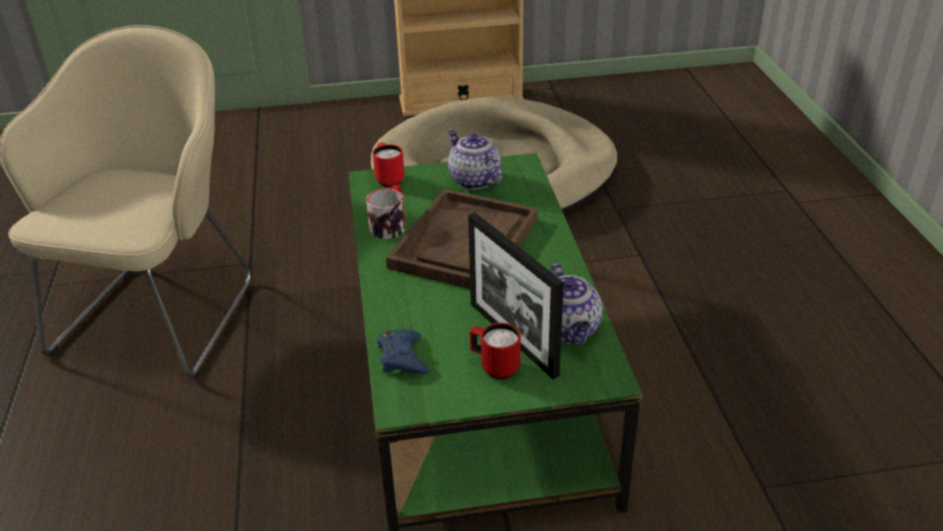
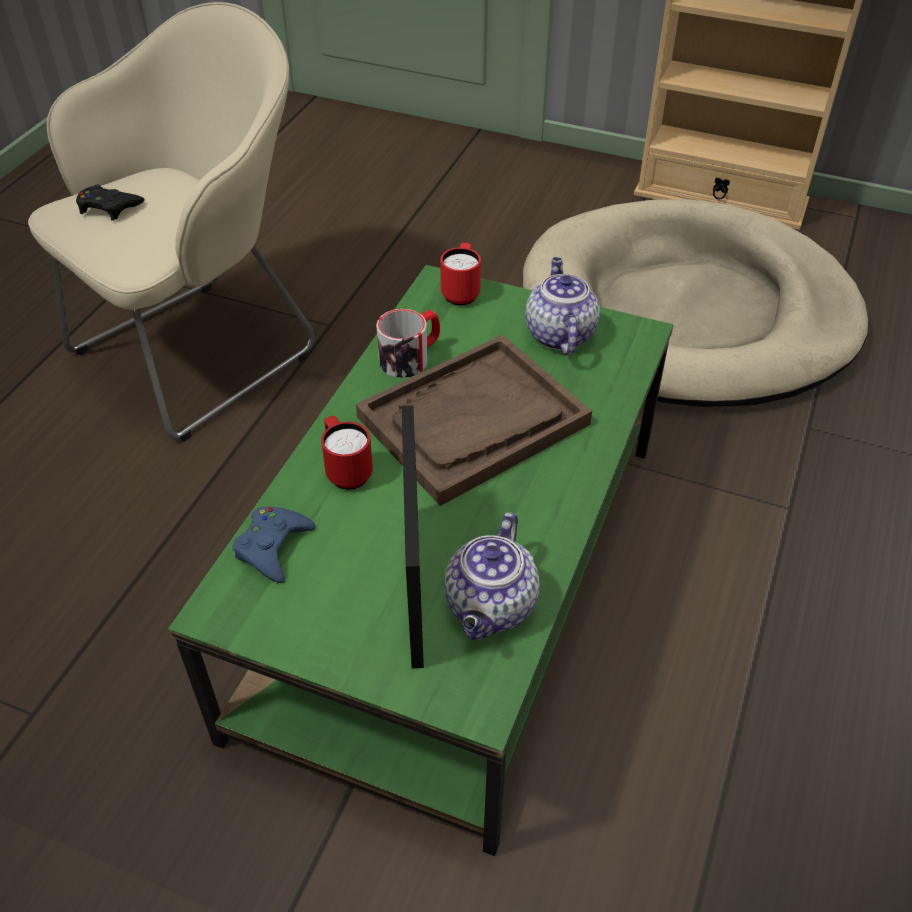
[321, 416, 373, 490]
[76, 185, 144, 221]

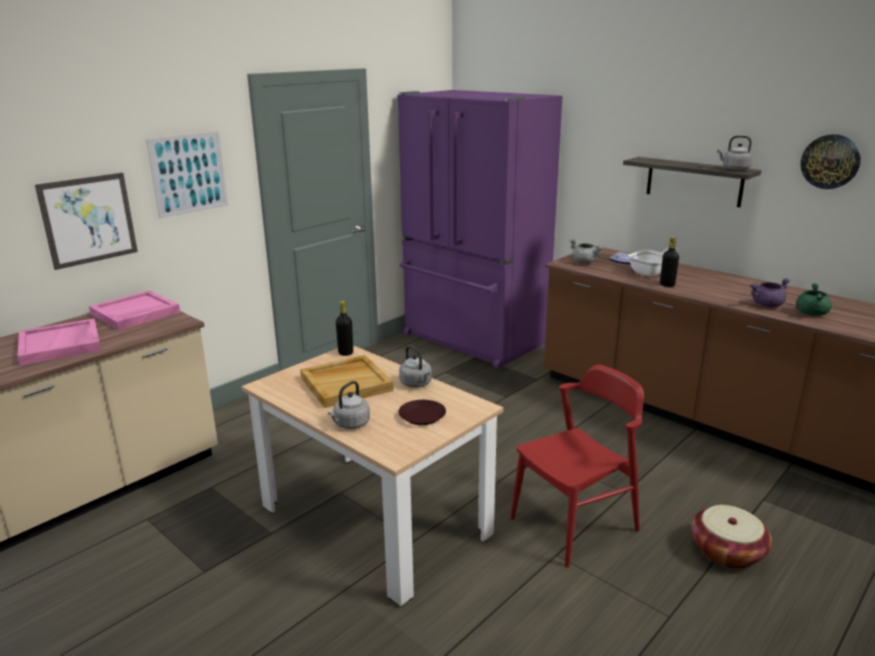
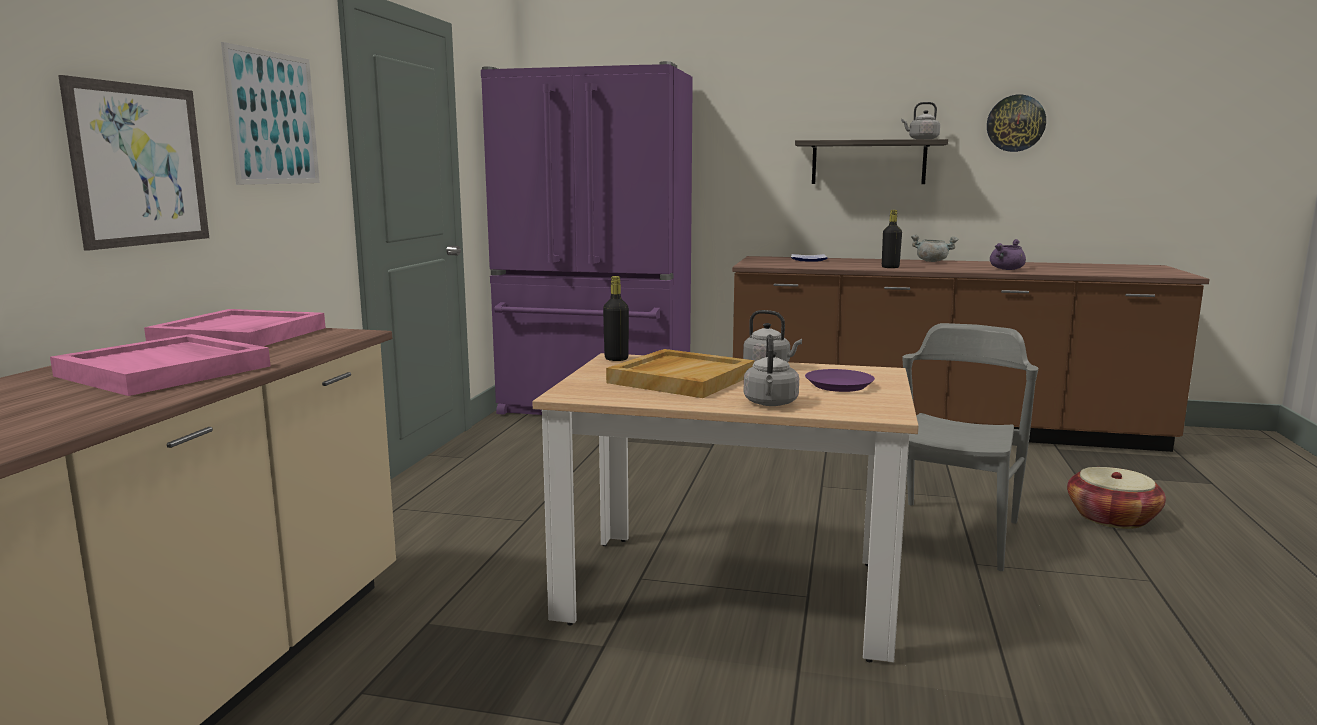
[911, 235, 958, 262]
[628, 248, 677, 277] (first image)
[796, 283, 832, 316] (first image)
[903, 323, 1038, 571]
[805, 369, 875, 392]

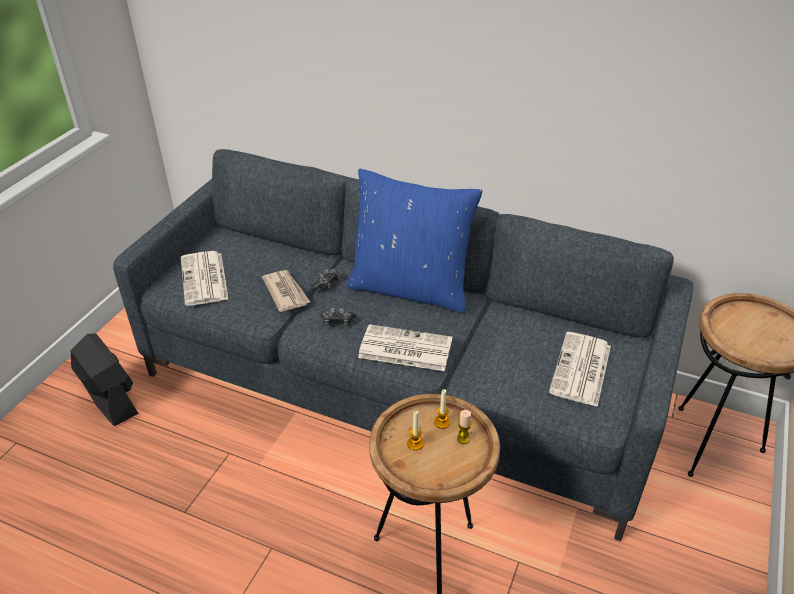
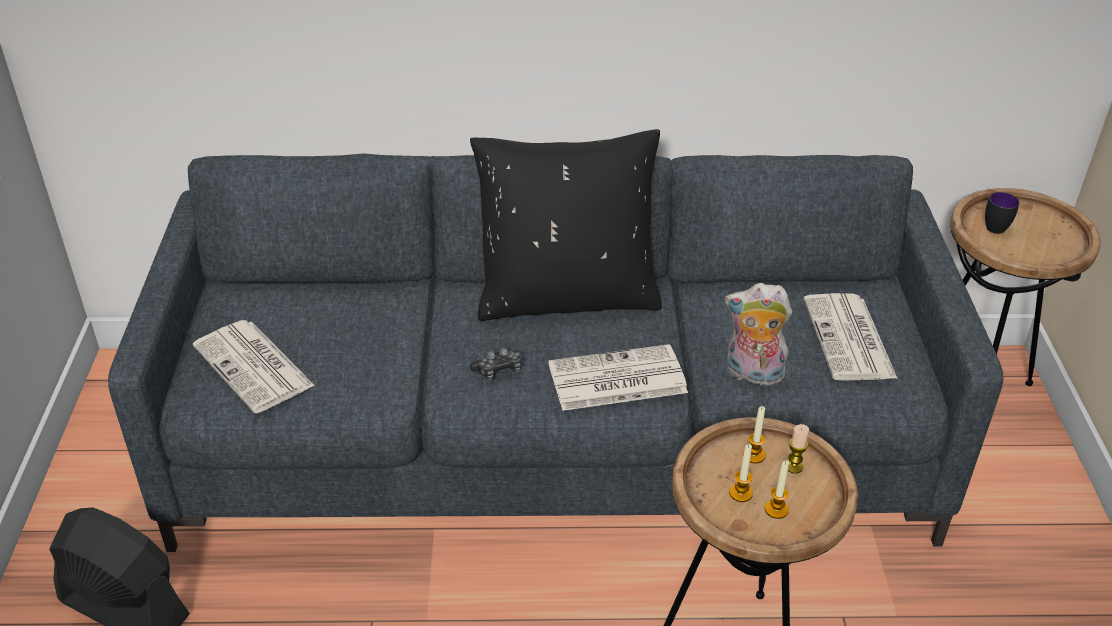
[470, 129, 662, 321]
[310, 268, 340, 291] (first image)
[262, 270, 310, 312] (first image)
[985, 192, 1019, 234]
[725, 283, 792, 389]
[765, 461, 789, 519]

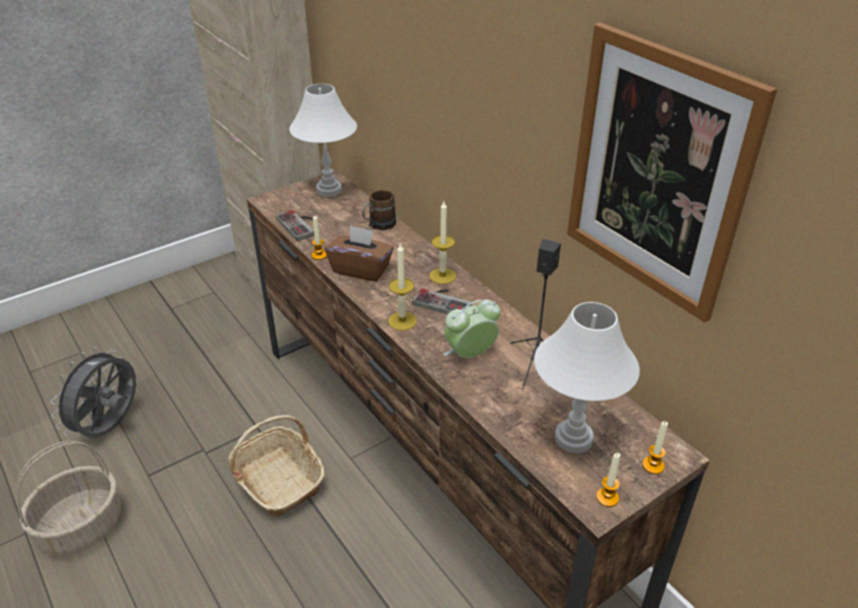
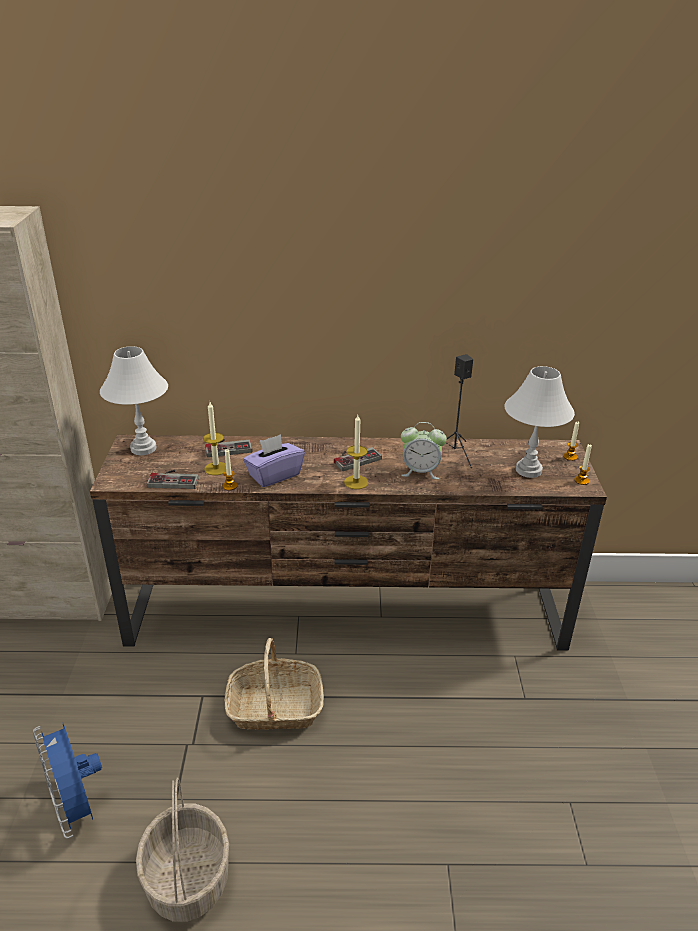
[567, 22, 777, 323] (first image)
[205, 439, 252, 457]
[203, 402, 226, 475]
[243, 434, 305, 487]
[401, 422, 447, 479]
[33, 723, 102, 838]

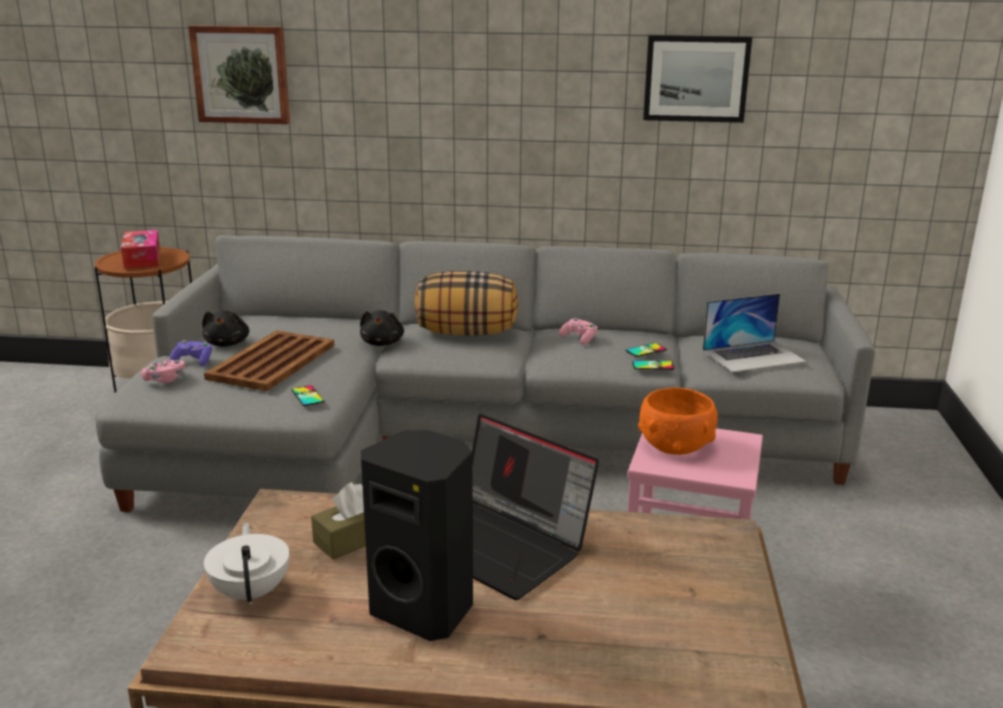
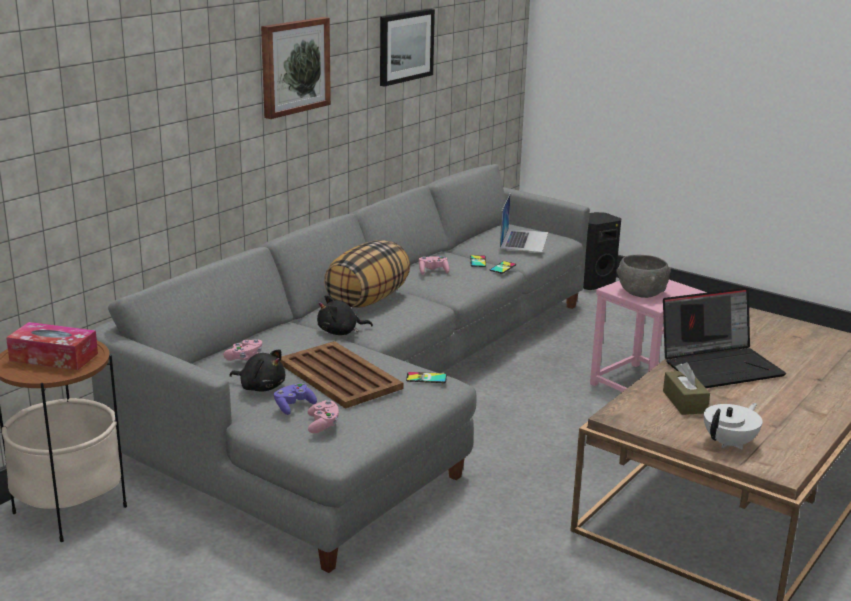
[261, 17, 331, 119]
[317, 295, 373, 335]
[617, 255, 671, 298]
[583, 212, 621, 290]
[704, 403, 763, 449]
[223, 339, 262, 361]

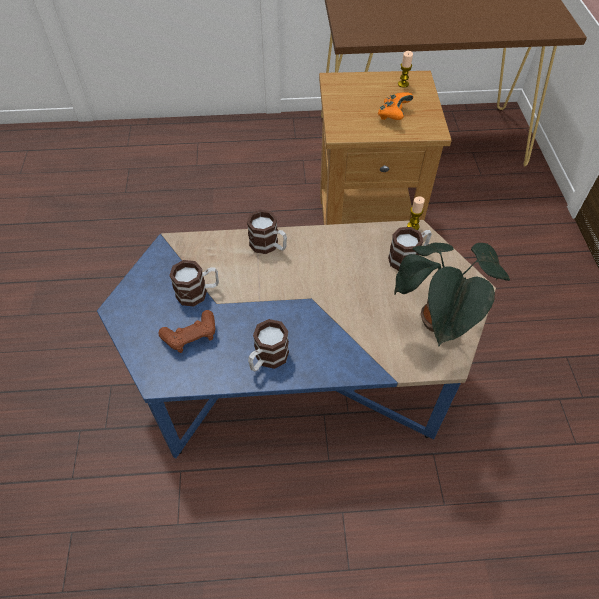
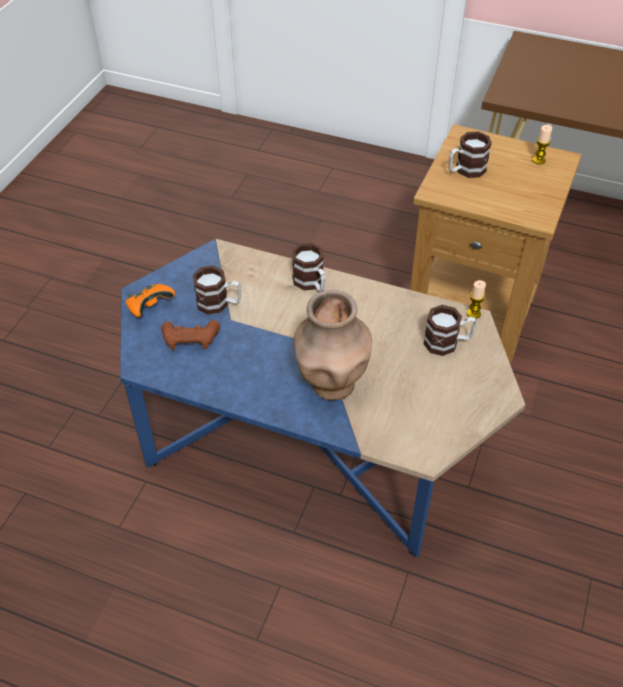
[126, 284, 175, 317]
[394, 243, 510, 346] (first image)
[448, 131, 492, 178]
[294, 290, 372, 400]

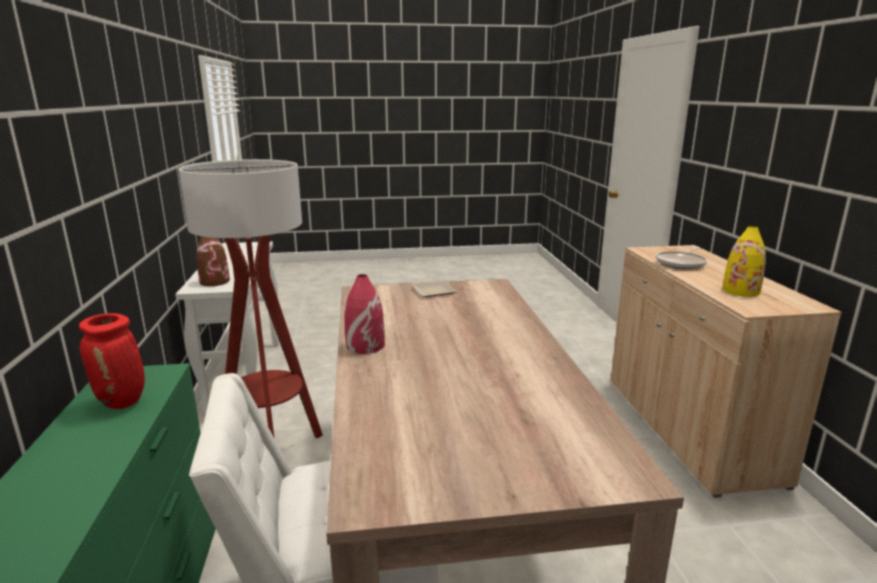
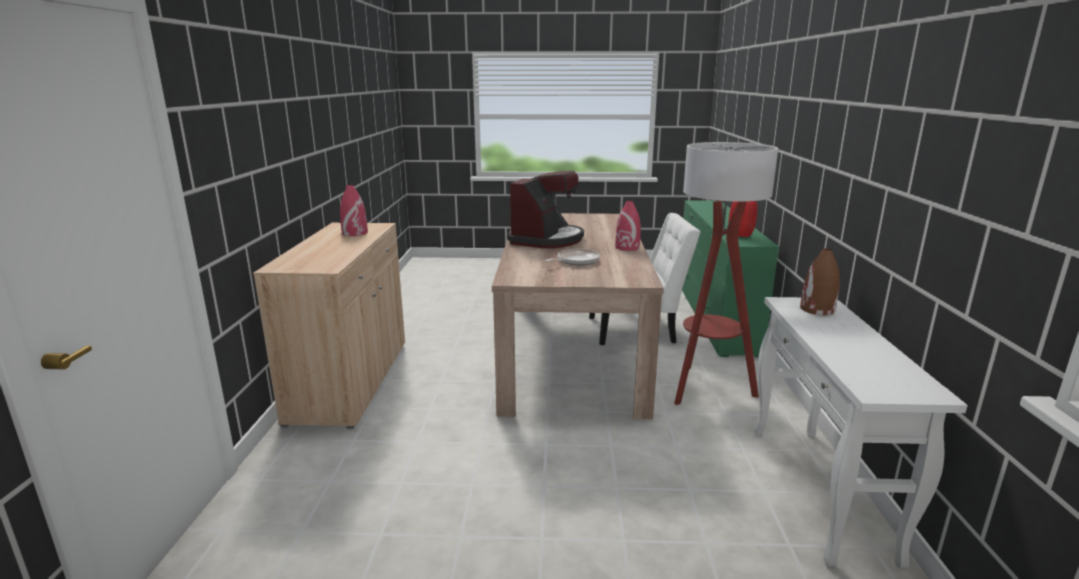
[340, 185, 368, 236]
[545, 249, 600, 265]
[411, 281, 457, 297] (first image)
[508, 171, 584, 248]

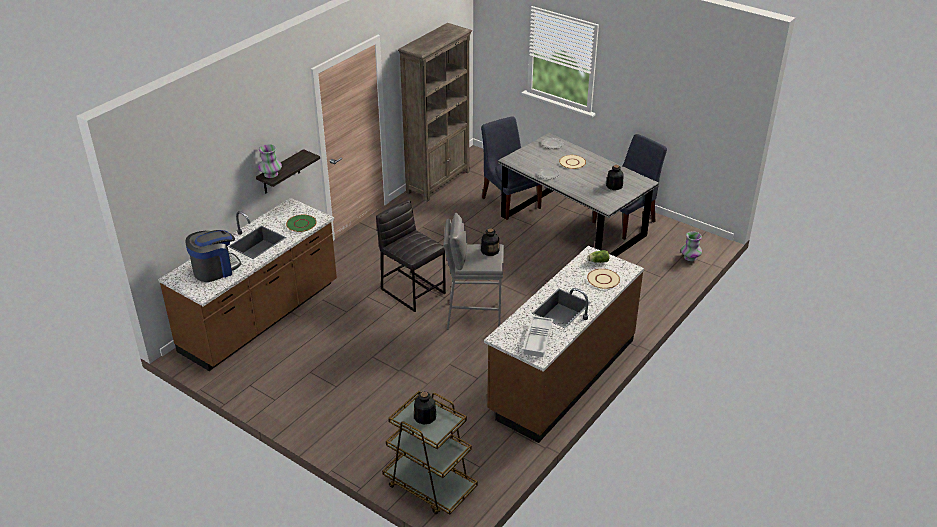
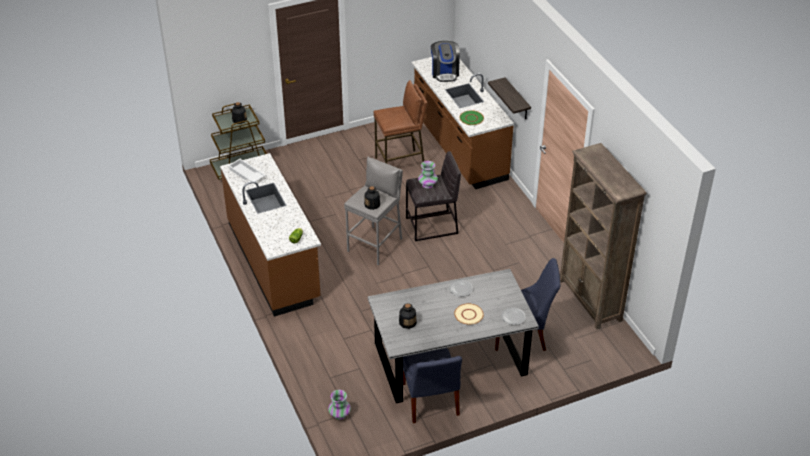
[418, 161, 438, 188]
[587, 269, 620, 289] (first image)
[374, 80, 428, 163]

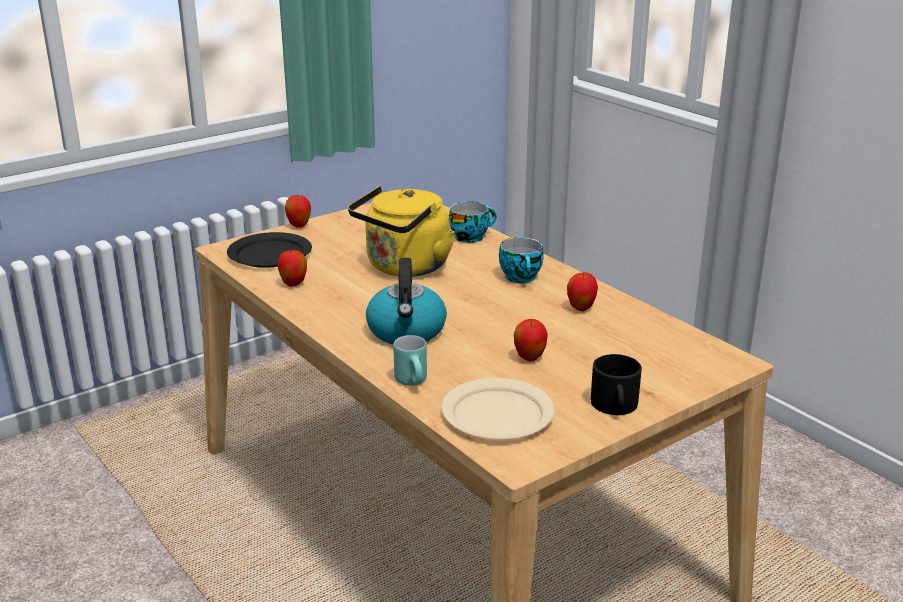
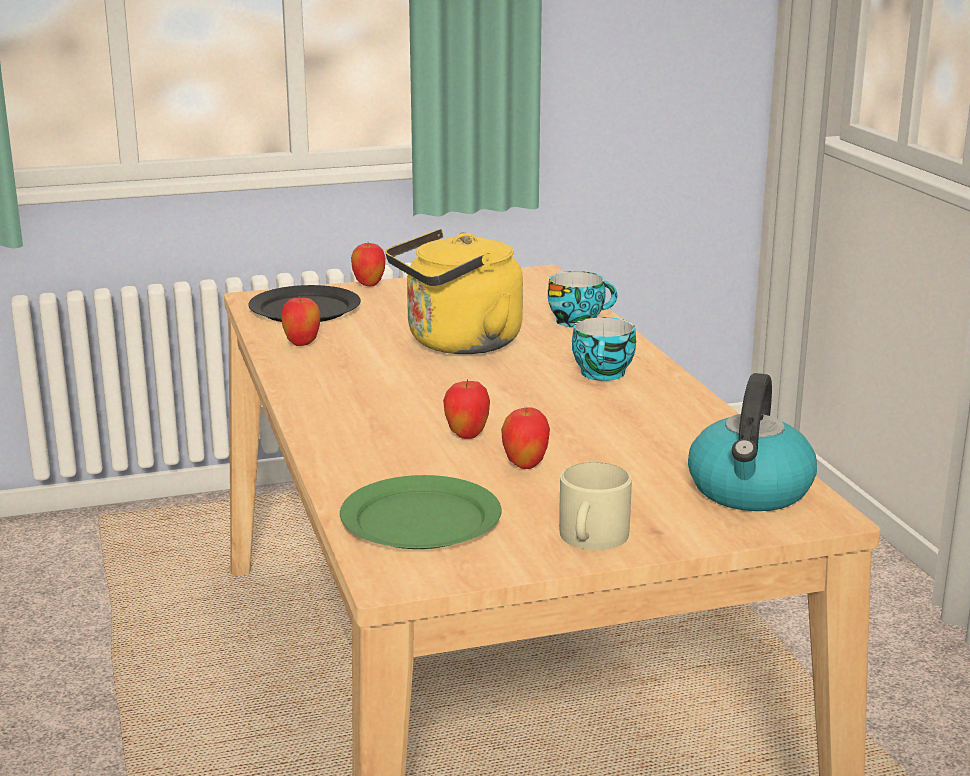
[688, 373, 817, 511]
[443, 380, 490, 439]
[393, 335, 427, 386] (first image)
[559, 462, 632, 550]
[340, 475, 502, 549]

